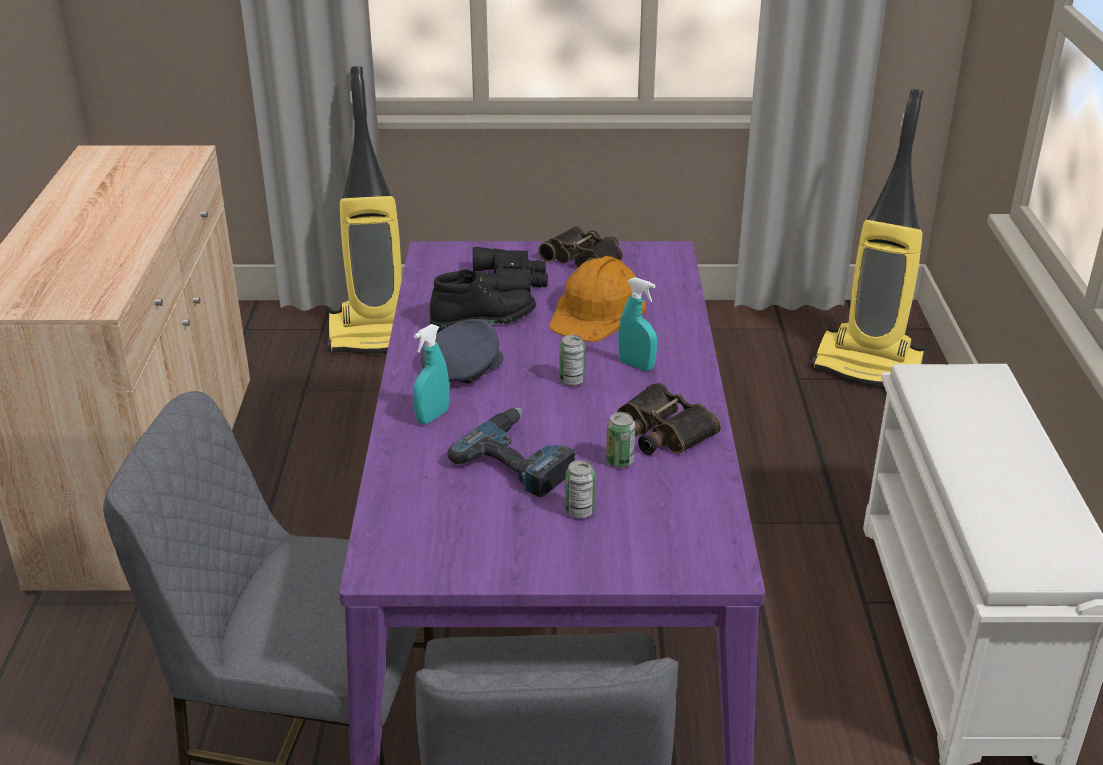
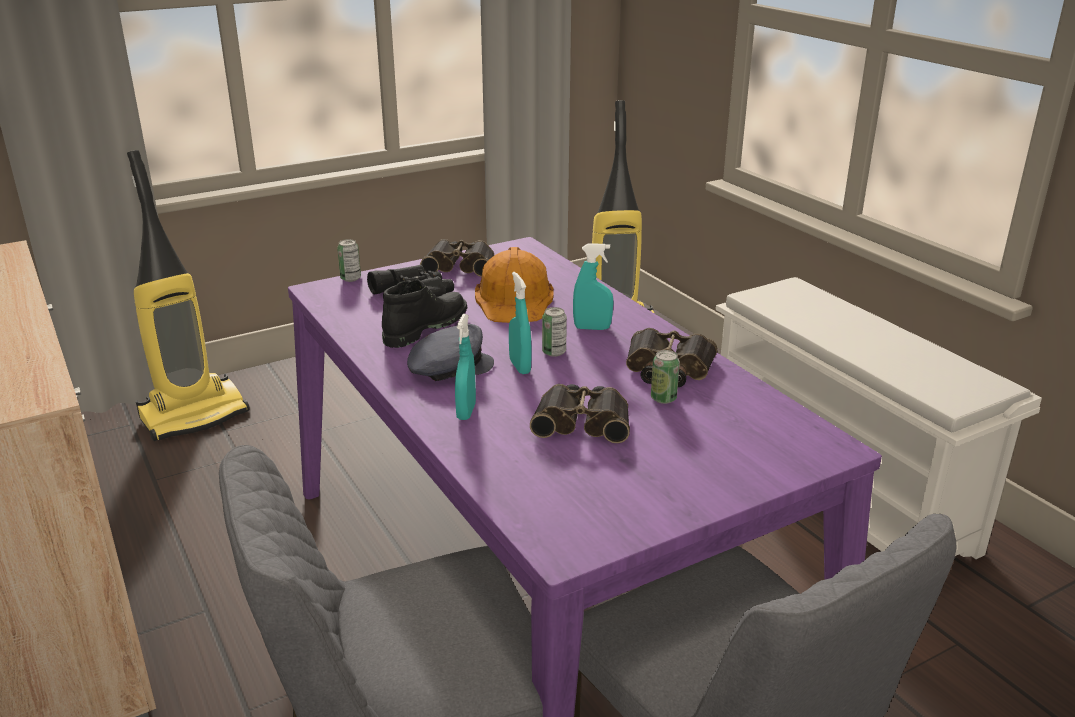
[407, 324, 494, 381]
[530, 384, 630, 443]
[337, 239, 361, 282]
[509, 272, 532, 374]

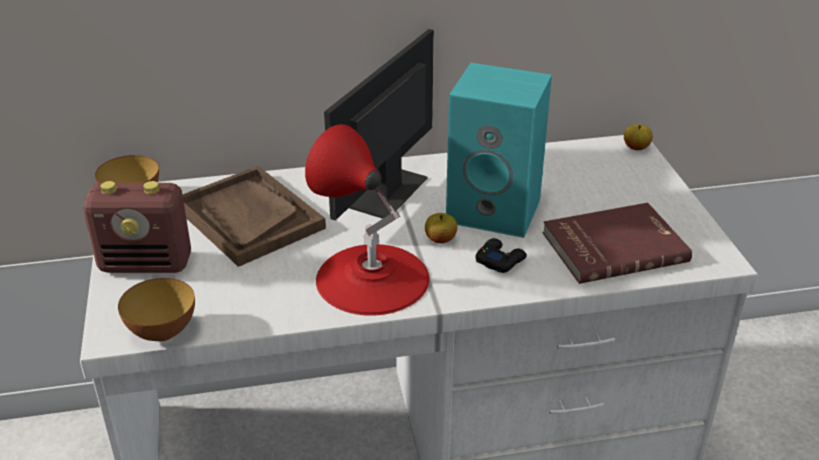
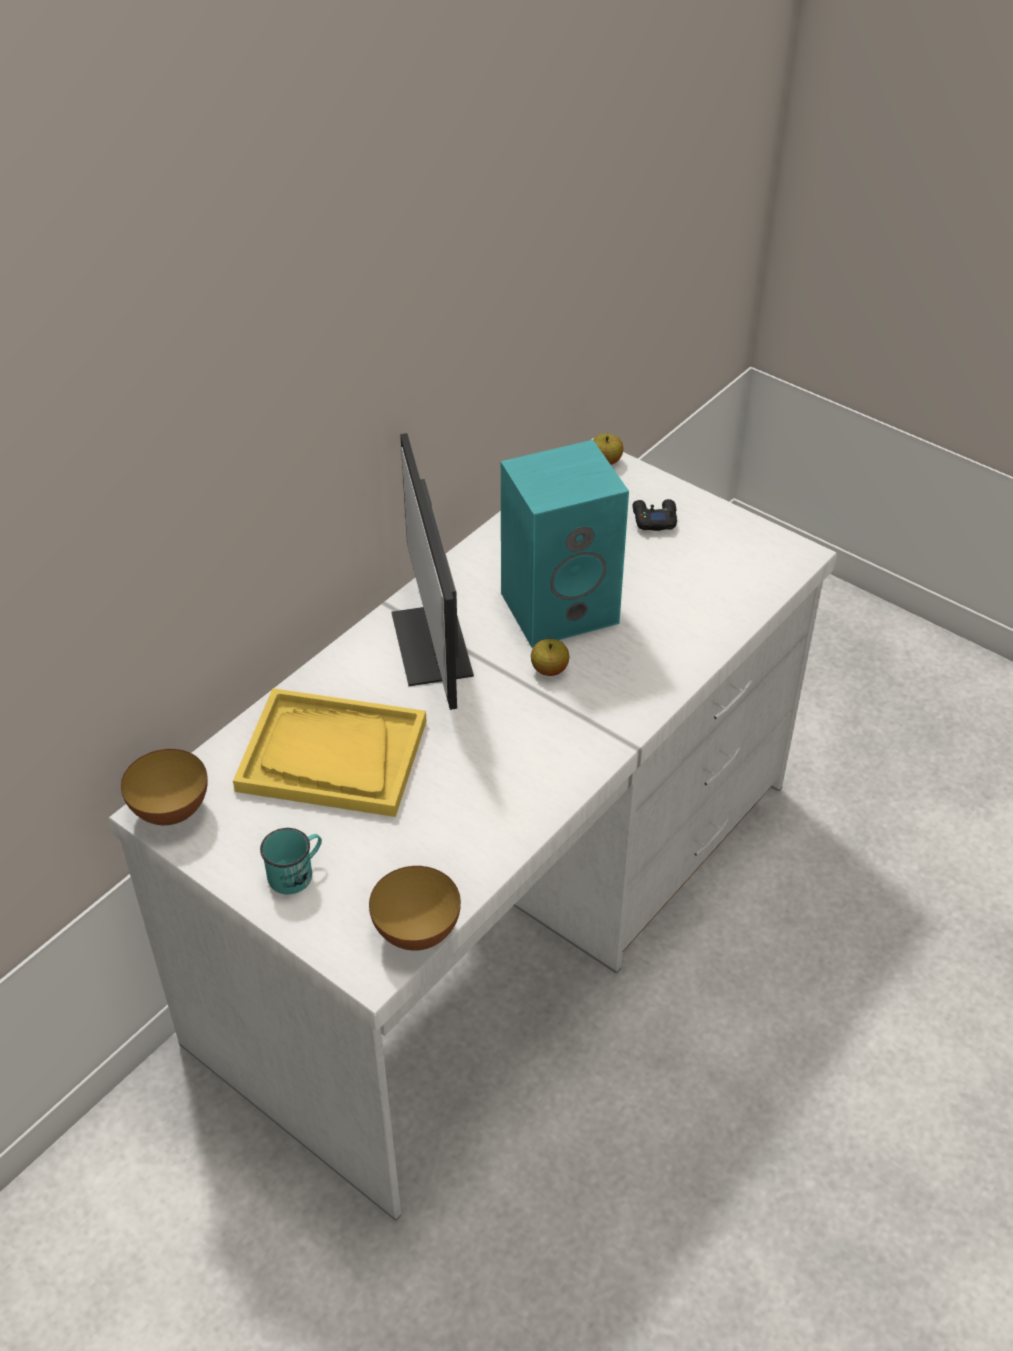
[305, 124, 429, 316] (first image)
[233, 688, 427, 817]
[260, 828, 322, 894]
[542, 203, 692, 284] (first image)
[633, 499, 677, 531]

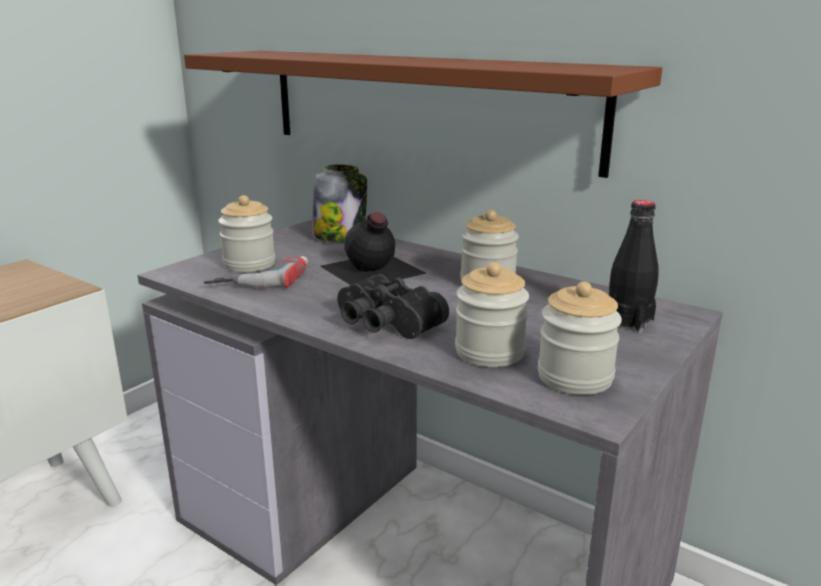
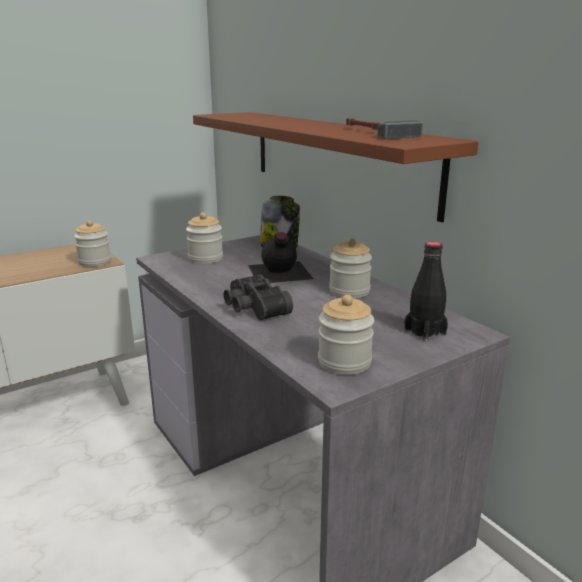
[204, 256, 308, 288] (first image)
[74, 220, 111, 267]
[346, 118, 423, 139]

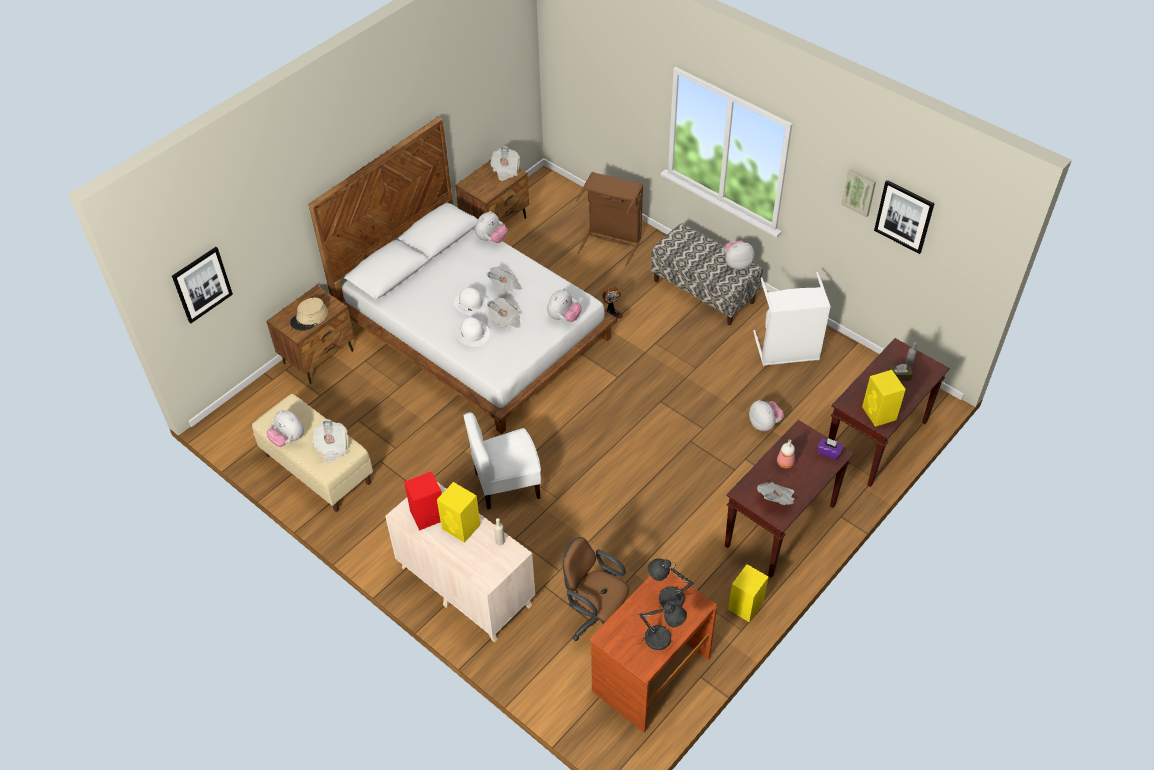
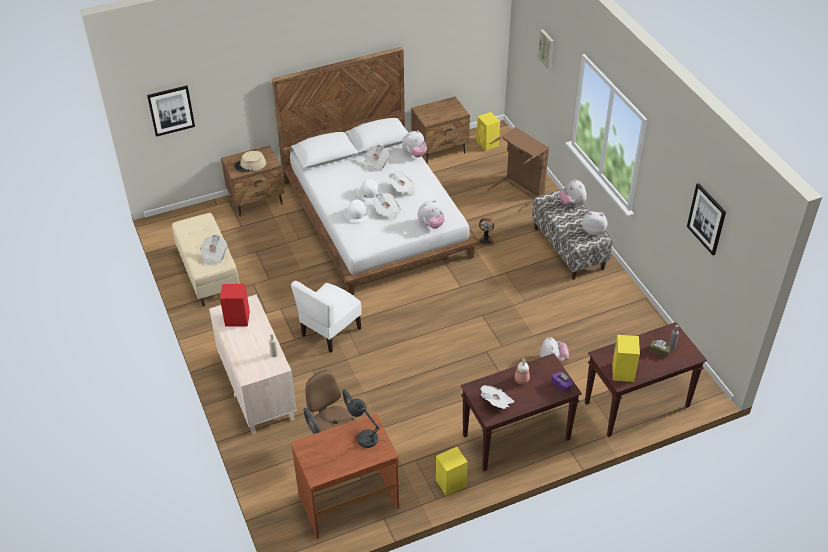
[364, 145, 390, 172]
[538, 29, 554, 70]
[753, 272, 831, 366] (first image)
[559, 179, 587, 205]
[291, 281, 362, 353]
[477, 112, 500, 151]
[639, 603, 687, 650] (first image)

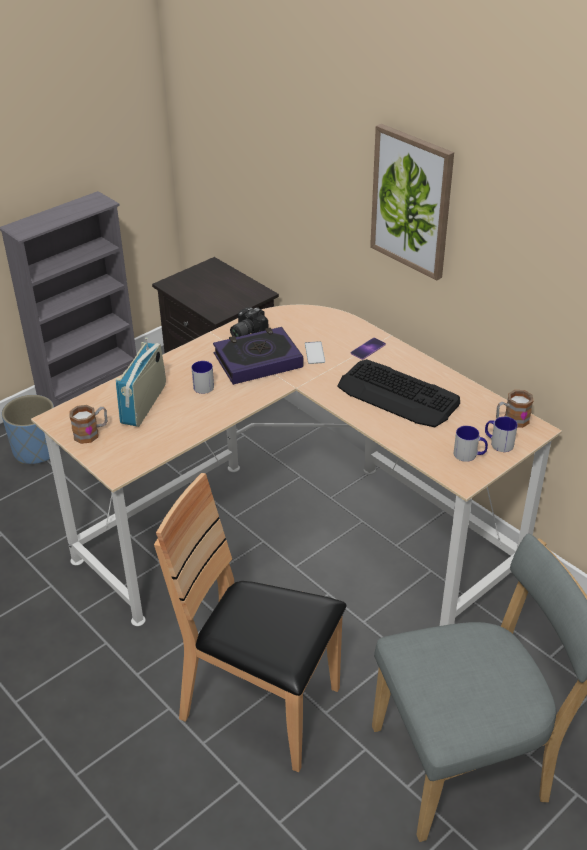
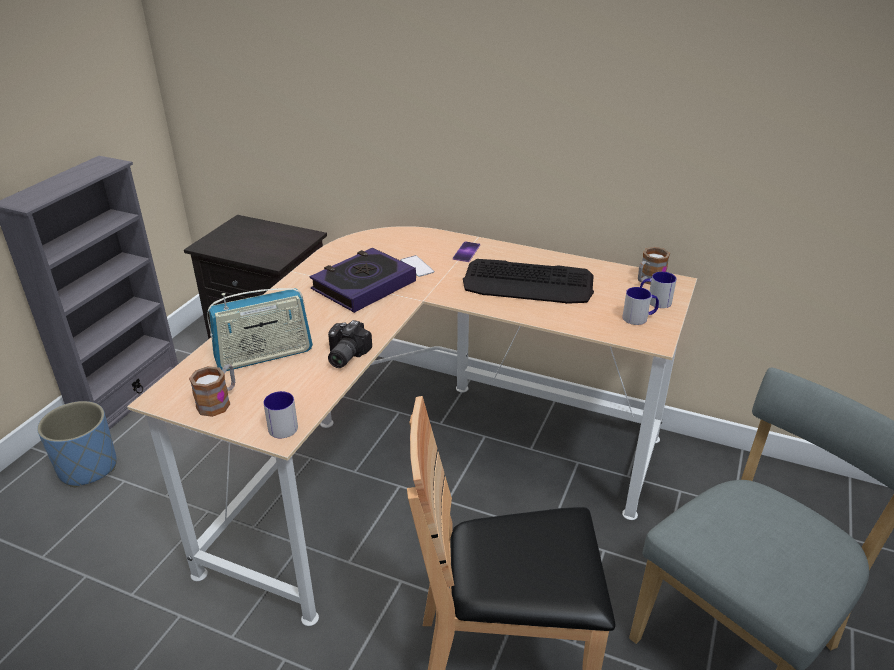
[370, 124, 454, 280] (first image)
[328, 320, 372, 368]
[207, 288, 313, 371]
[263, 391, 298, 438]

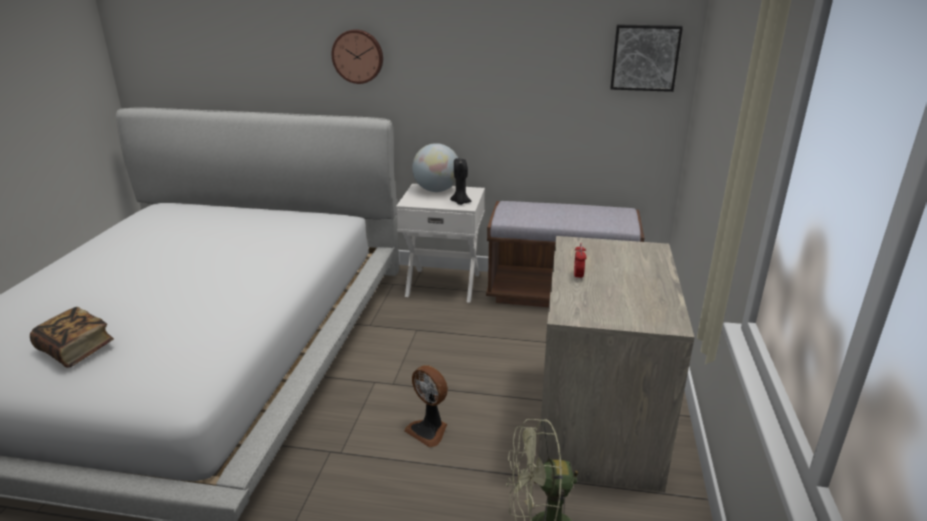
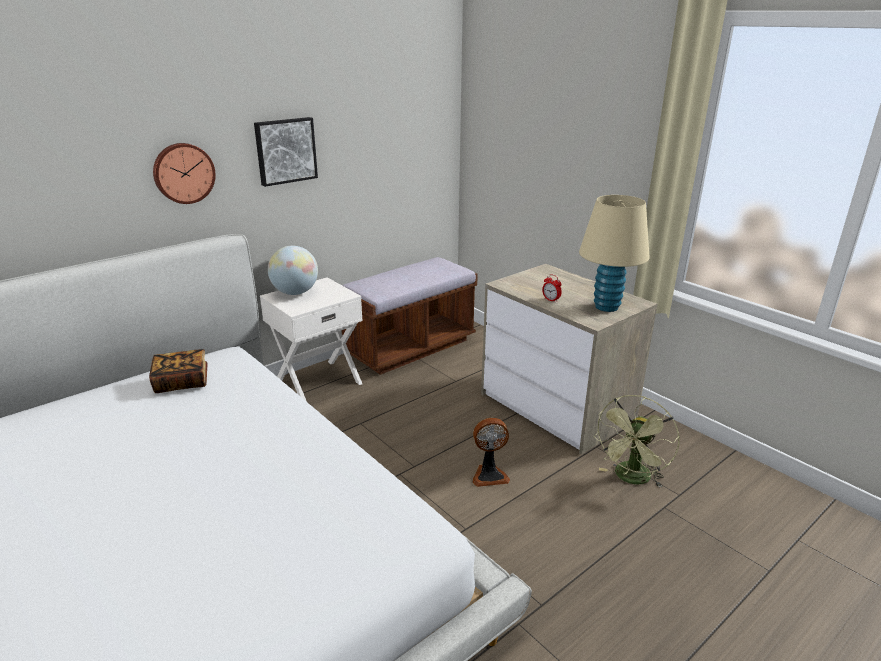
[254, 117, 318, 187]
[450, 158, 472, 205] (first image)
[149, 349, 208, 393]
[579, 195, 649, 312]

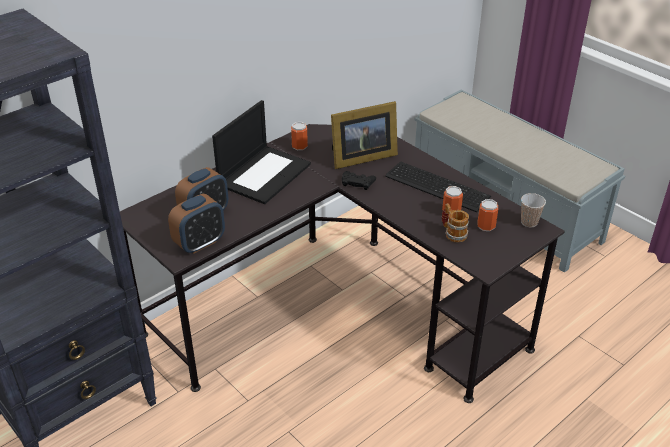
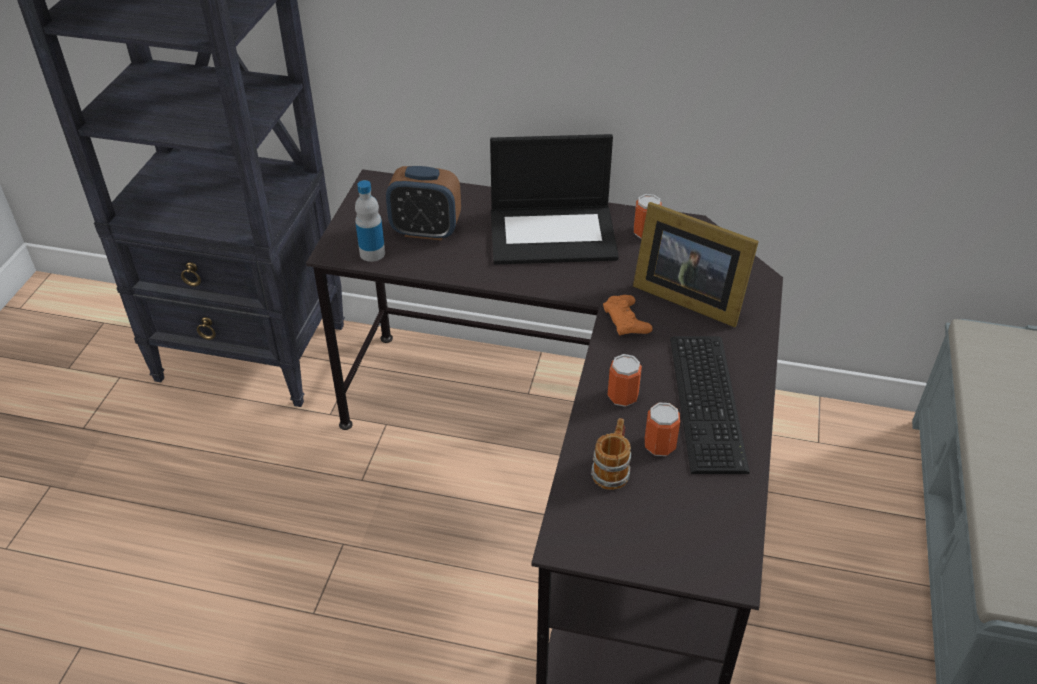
[603, 295, 653, 336]
[521, 193, 546, 228] (first image)
[355, 180, 385, 262]
[607, 354, 642, 407]

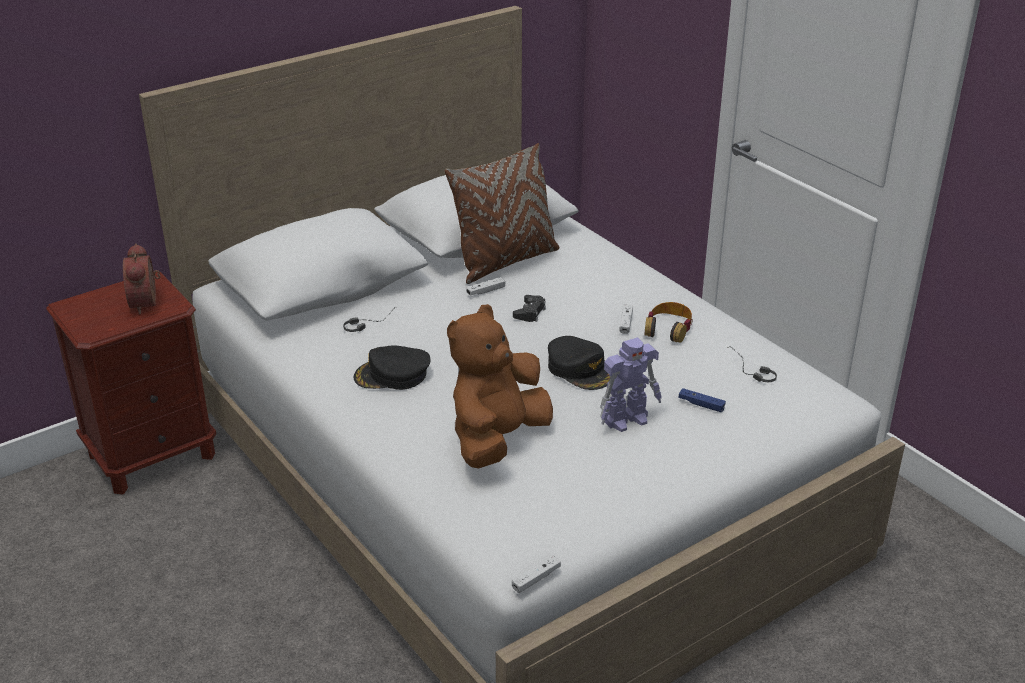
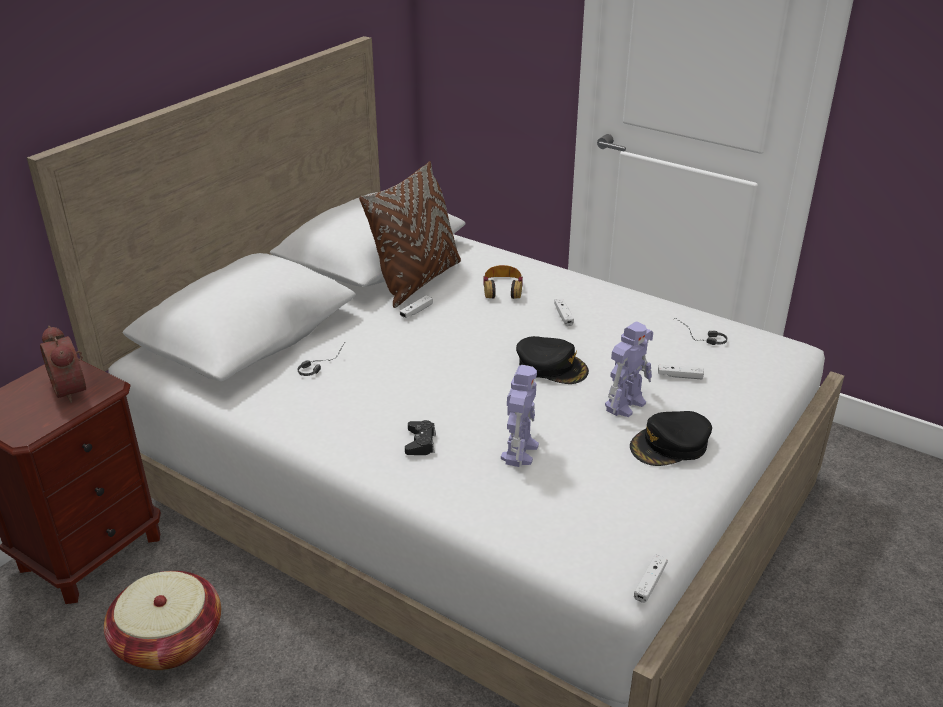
[405, 420, 436, 455]
[483, 265, 523, 299]
[501, 365, 539, 467]
[630, 411, 712, 466]
[658, 364, 704, 379]
[104, 571, 221, 670]

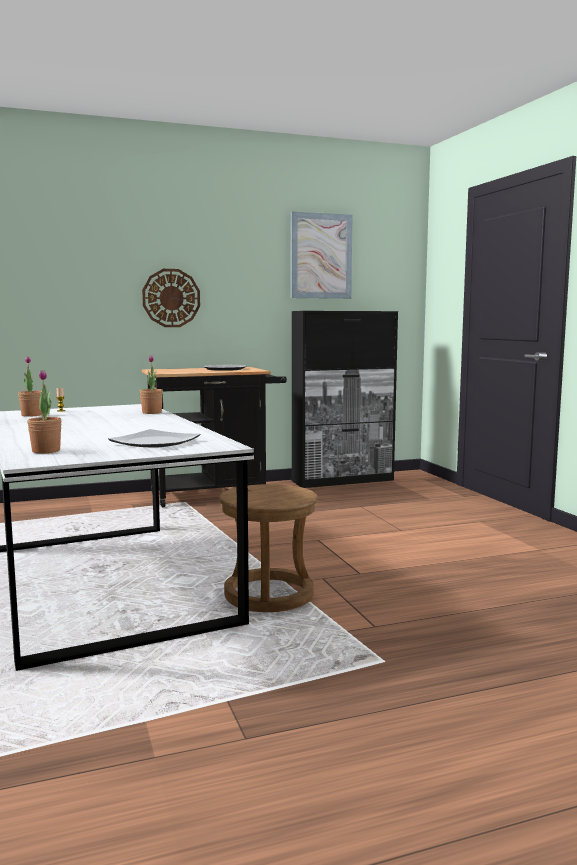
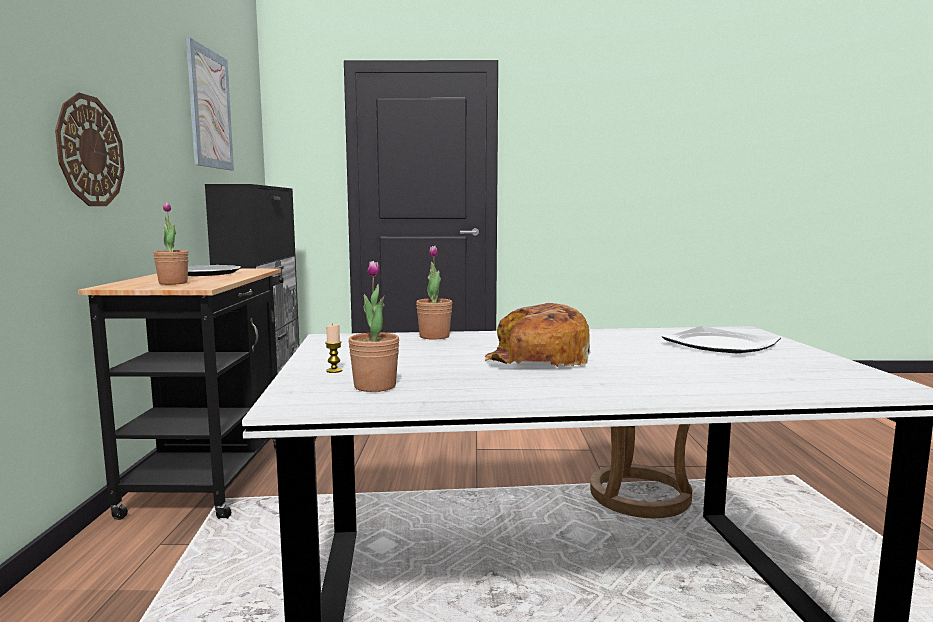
[153, 202, 189, 285]
[485, 303, 591, 367]

